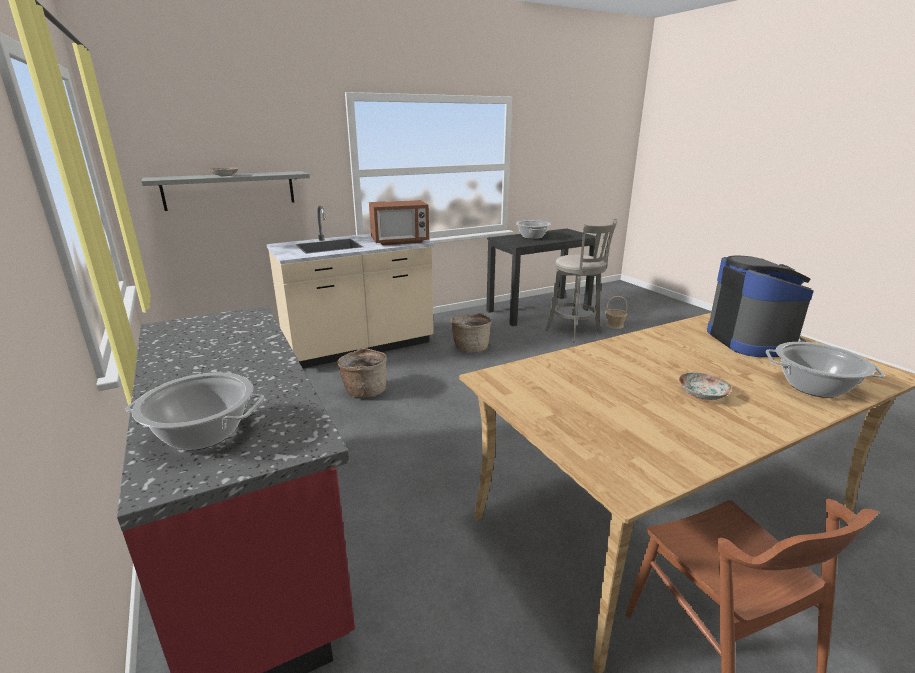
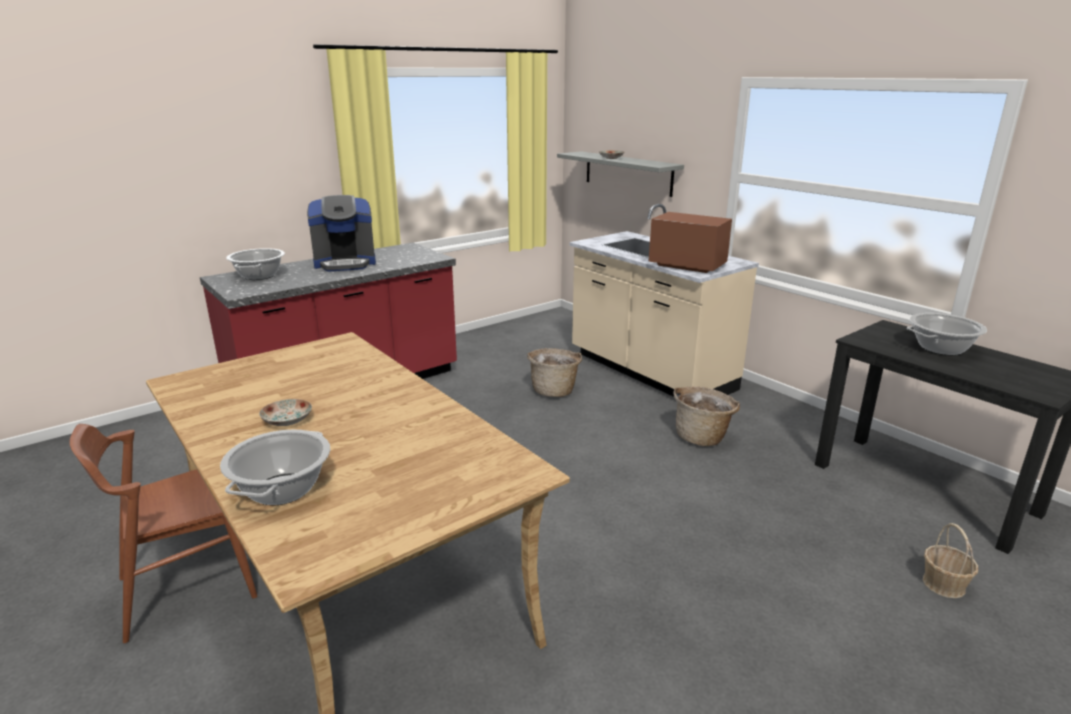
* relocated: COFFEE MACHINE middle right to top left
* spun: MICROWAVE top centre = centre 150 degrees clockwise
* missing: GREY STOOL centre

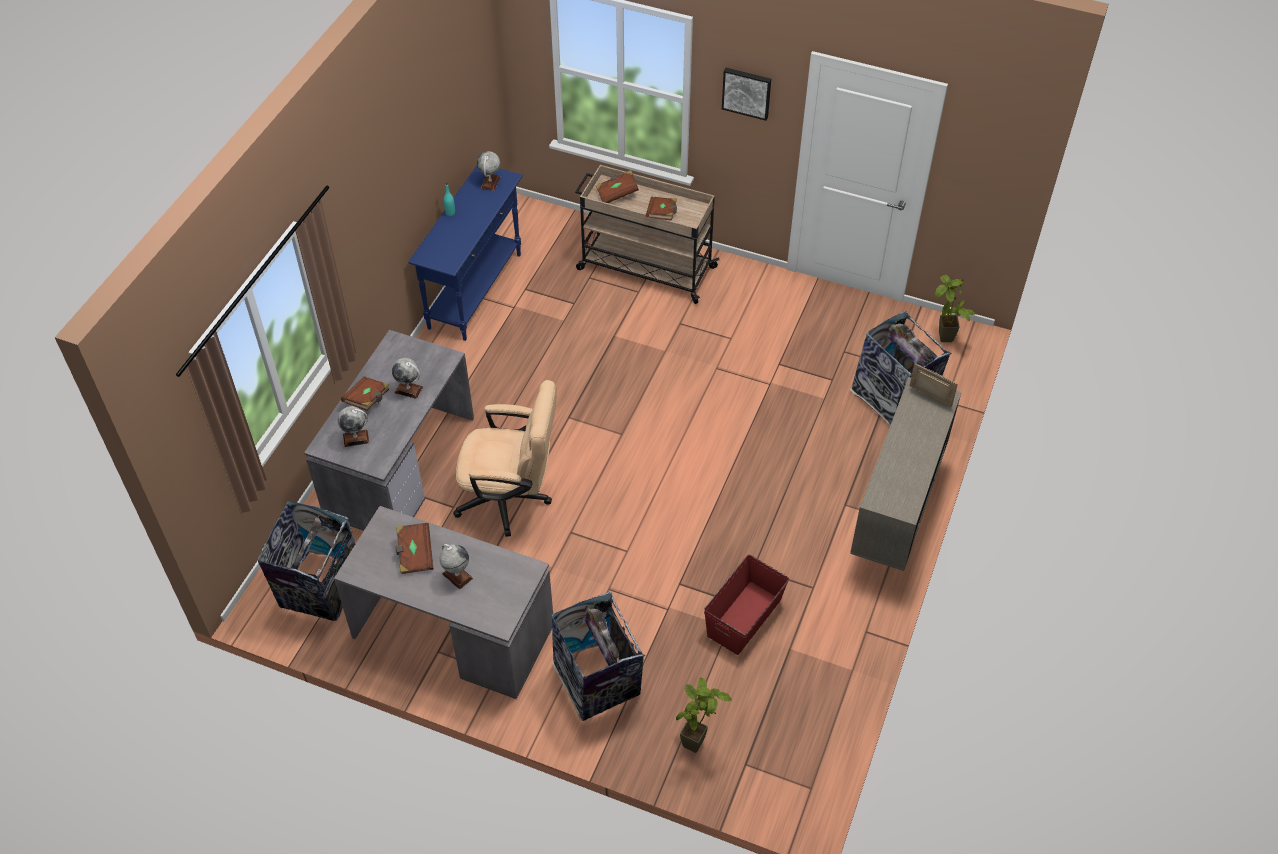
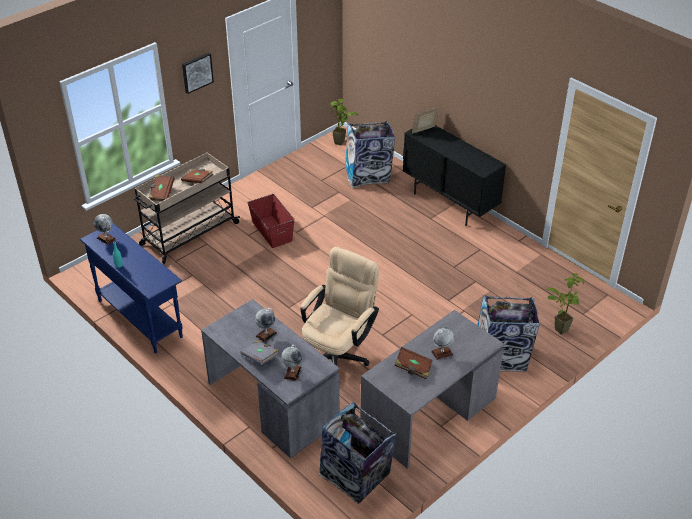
* colour: BROWN BOOK (no. 1 from left) middle left to GREY BOOK bottom centre
* relocated: RED STORAGE BOX bottom centre to centre
* colour: BEIGE CABINET middle right to BLACK CABINET centre

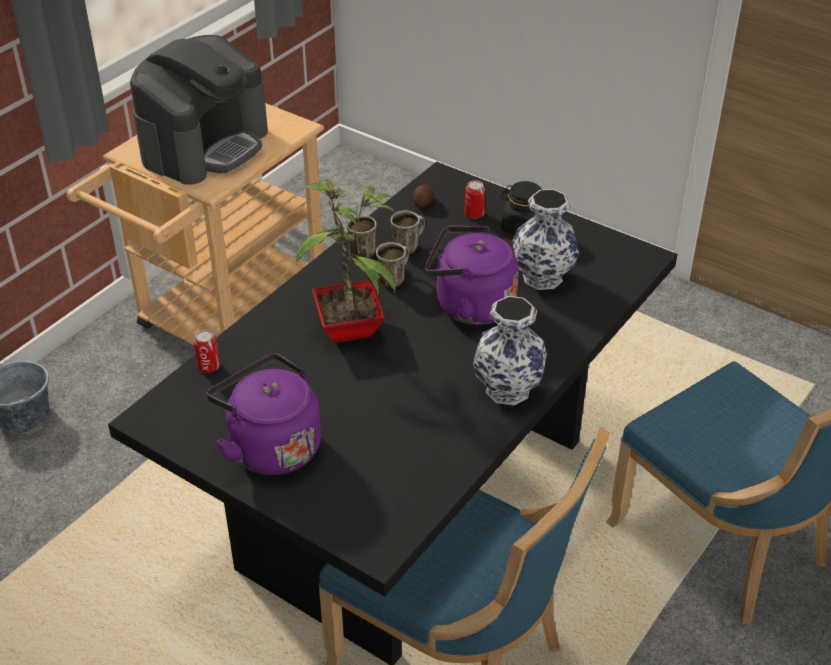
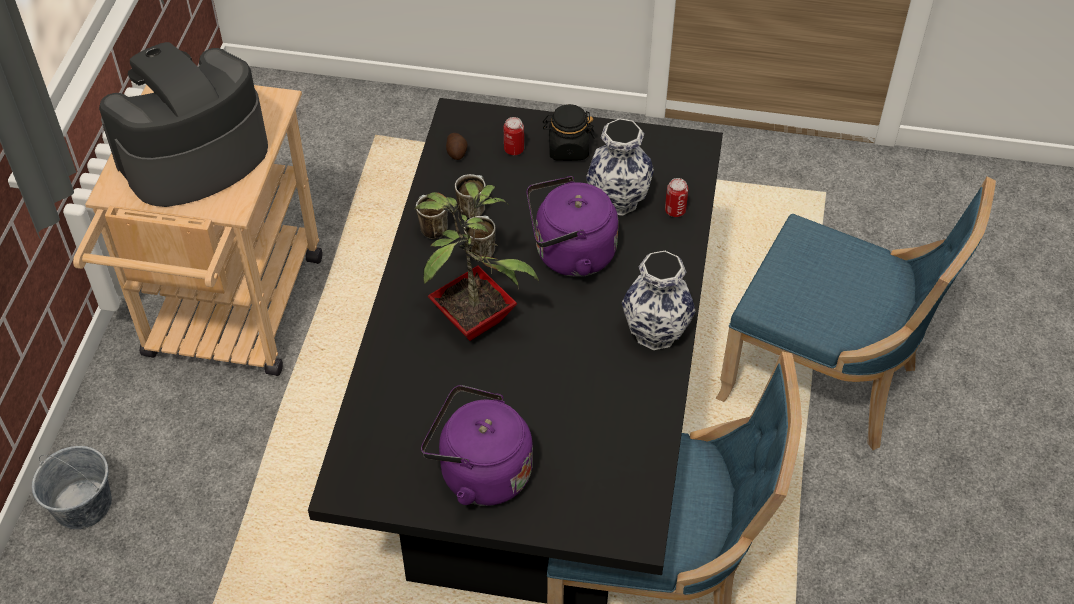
* spun: COFFEE MACHINE top left = top left 135 degrees counterclockwise
* relocated: CAN (no. 1 from left in the first image) middle left to CAN (no. 2 from left) top centre

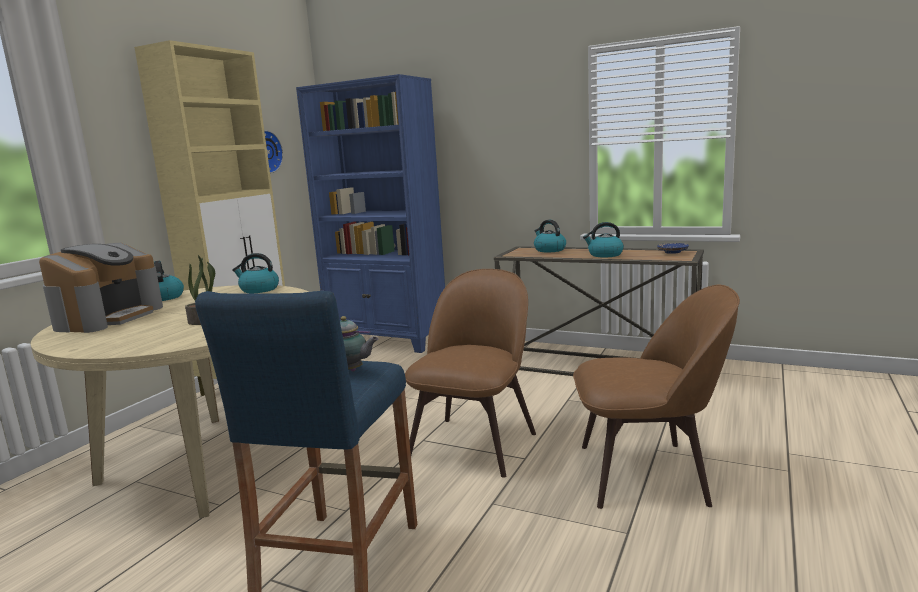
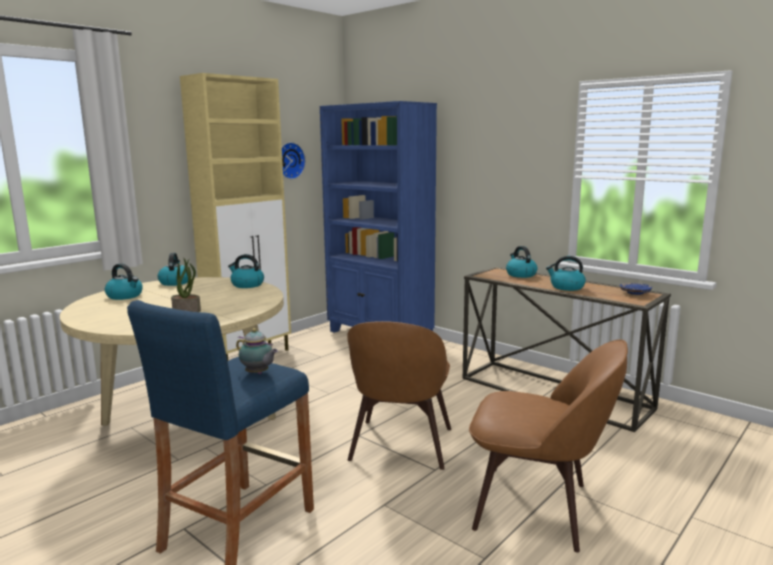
* exchanged: COFFEE MACHINE middle left to KETTLE (no. 1 from left) middle left
* spun: BROWN CHAIR (no. 1 from left) centre = bottom centre 150 degrees clockwise

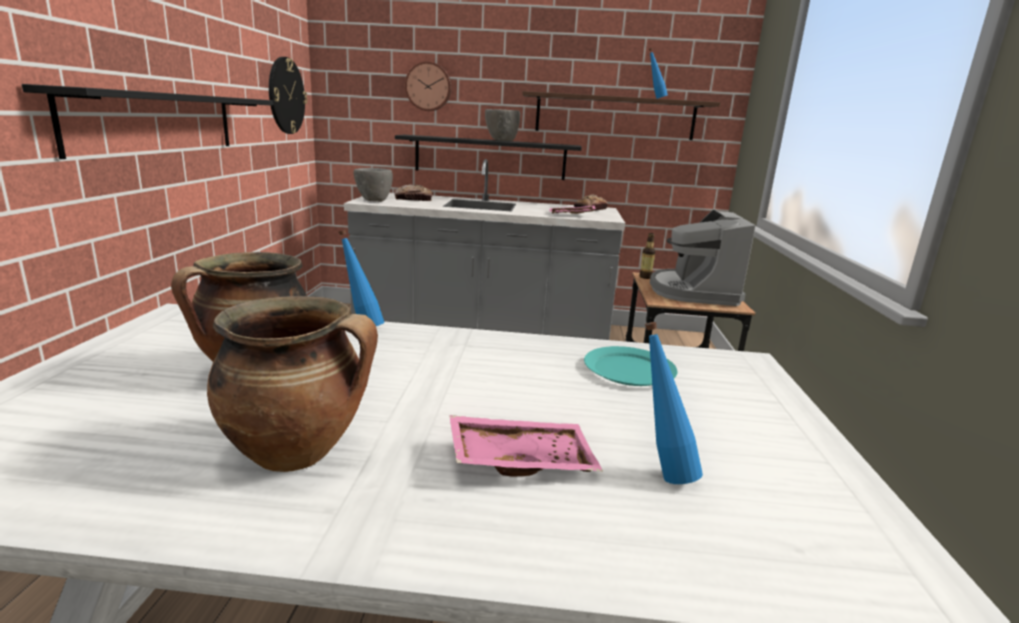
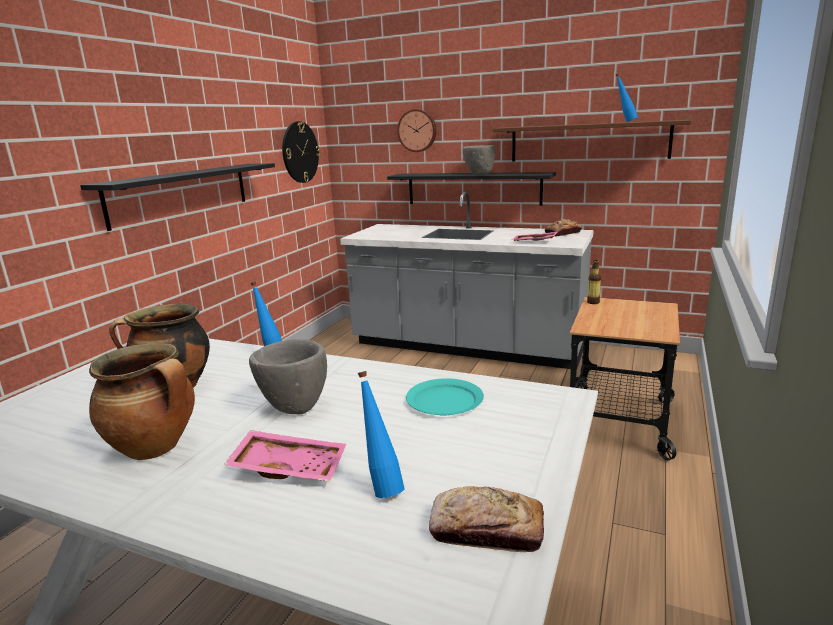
* relocated: GREY BOWL (no. 1 from left) top centre to centre
* relocated: BREAD (no. 1 from left) top centre to bottom centre
* missing: COFFEE MACHINE middle right

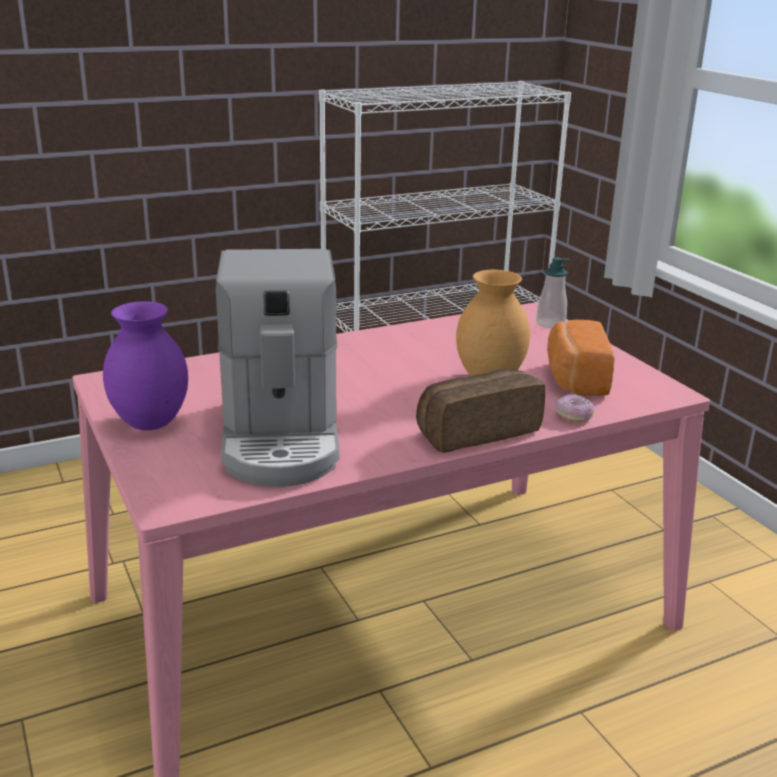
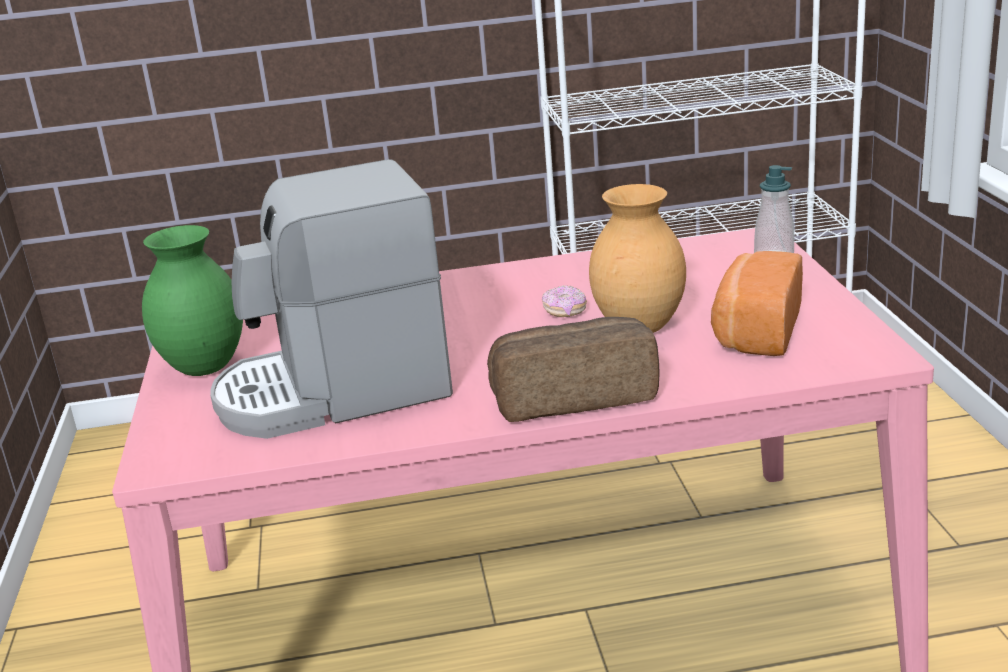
* colour: PURPLE VASE middle left to GREEN VASE middle left
* spun: COFFEE MACHINE centre = middle left 60 degrees clockwise
* relocated: DONUT middle right to centre

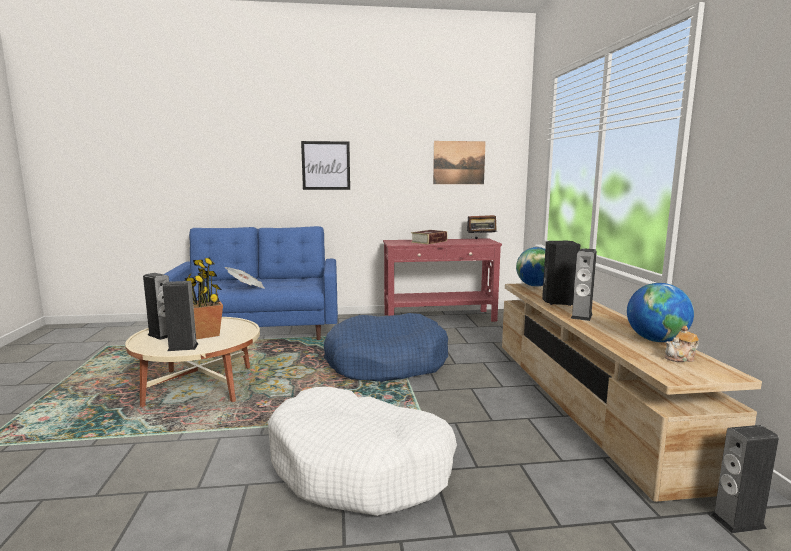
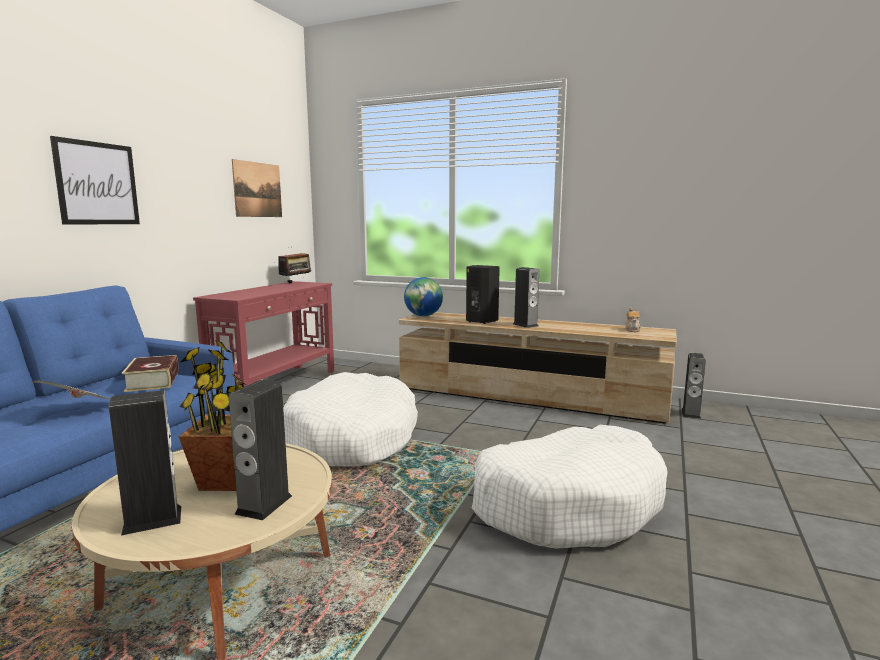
* relocated: BOOK centre to middle left
* colour: BLUE DOG BED centre to WHITE DOG BED (no. 1 from left) centre
* missing: GLOBE (no. 2 from left) middle right

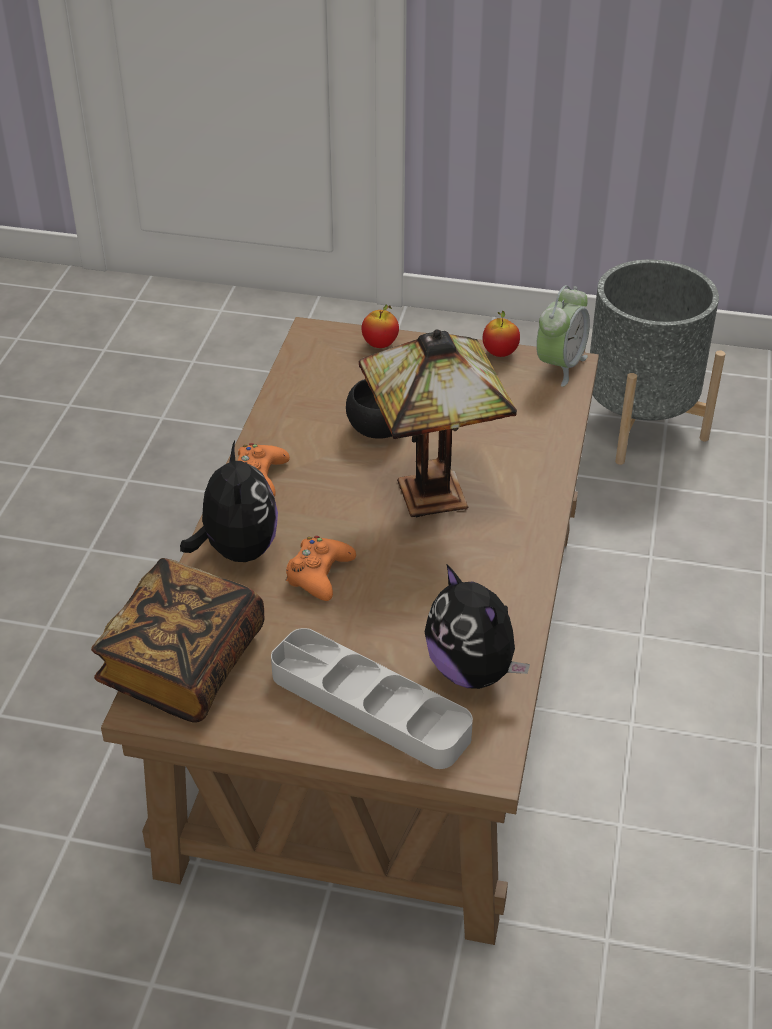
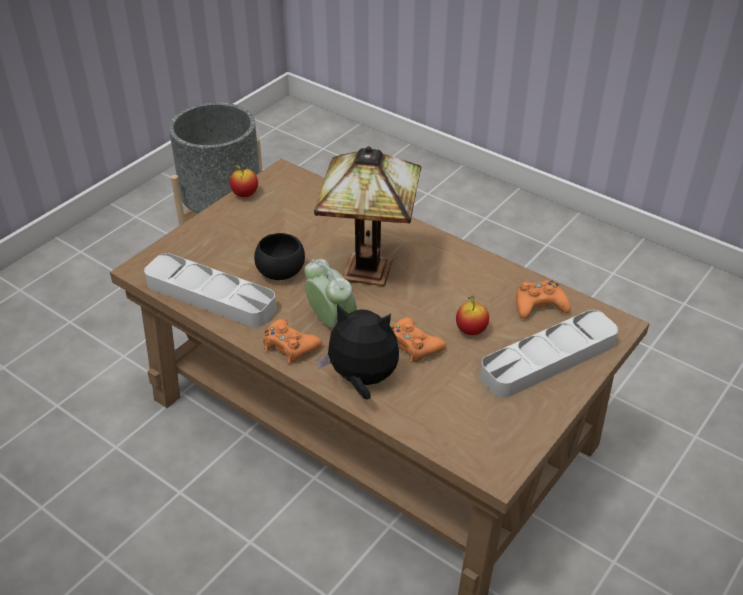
* appeared: GREY TRAY (no. 1 from left) middle left
* relocated: ALARM CLOCK top right to centre
* relocated: APPLE (no. 1 from left in the first image) top centre to APPLE (no. 2 from left) centre
* exchanged: PLUSH TOY (no. 2 from left) centre to ORANGE GAME CONTROLLER (no. 3 from left) middle right
* missing: BOOK middle left

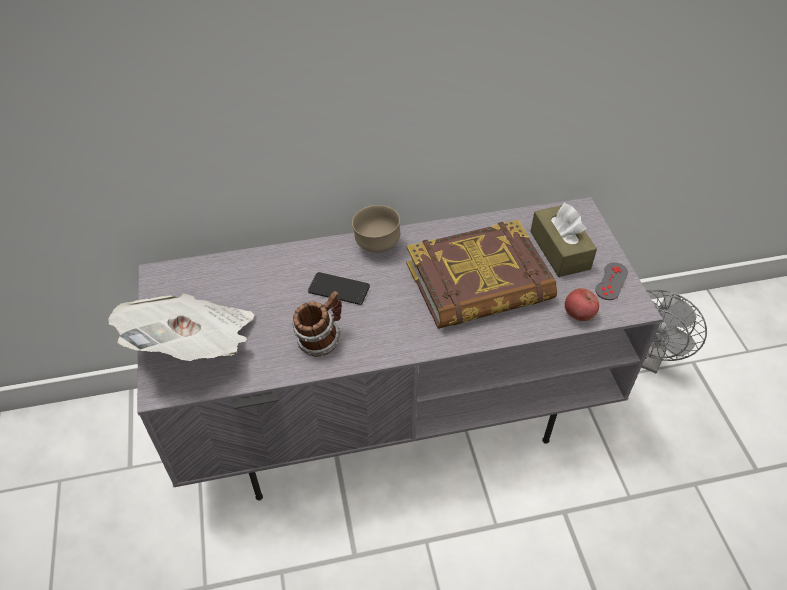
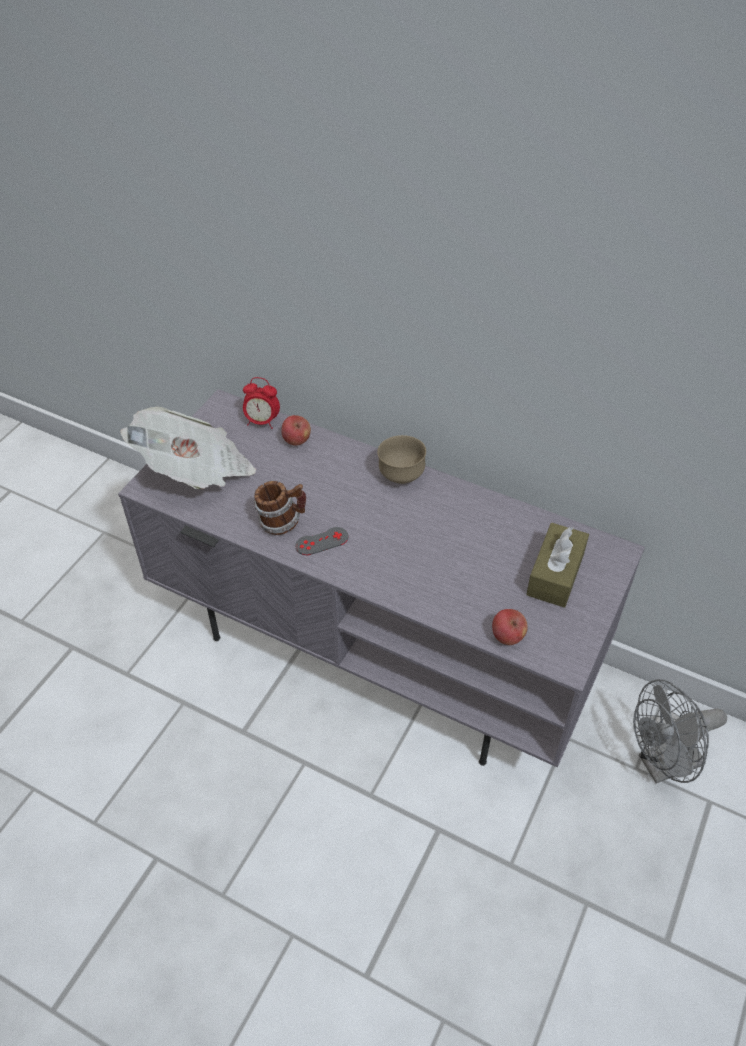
* appeared: ALARM CLOCK centre
* appeared: APPLE (no. 1 from left) centre
* relocated: GREY GAME CONTROLLER middle right to centre
* missing: PHONE centre
* missing: BOOK centre

